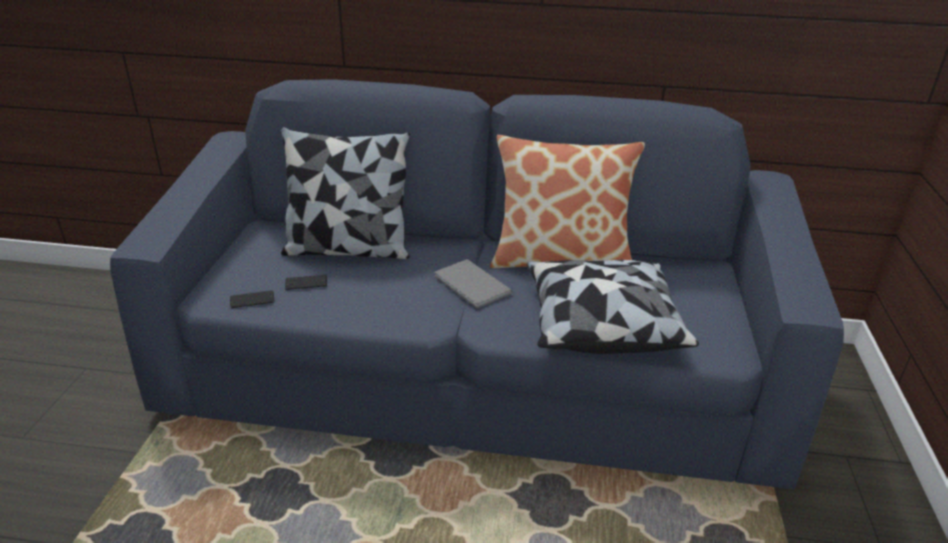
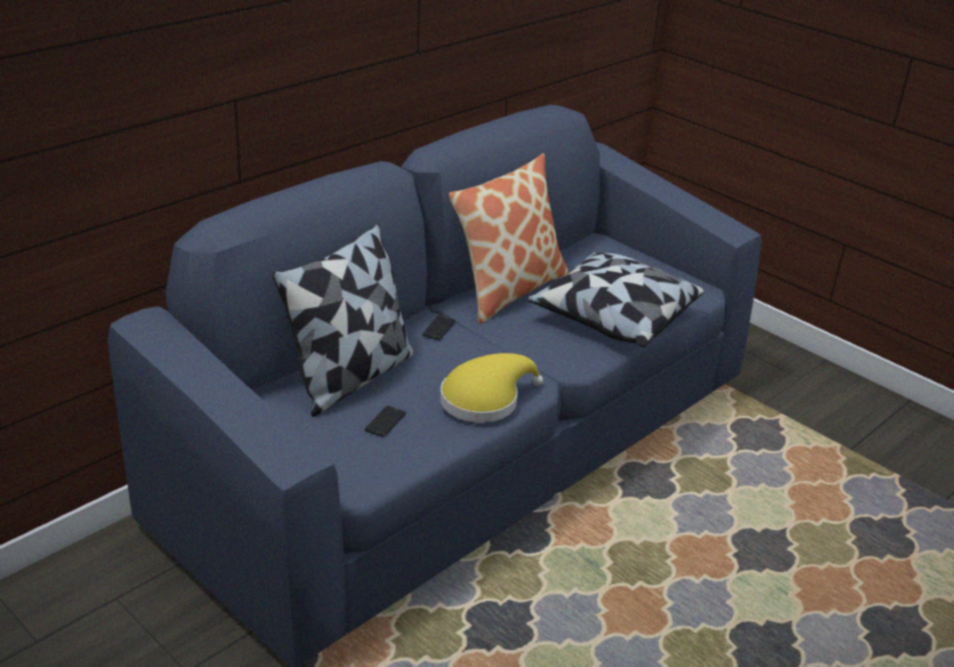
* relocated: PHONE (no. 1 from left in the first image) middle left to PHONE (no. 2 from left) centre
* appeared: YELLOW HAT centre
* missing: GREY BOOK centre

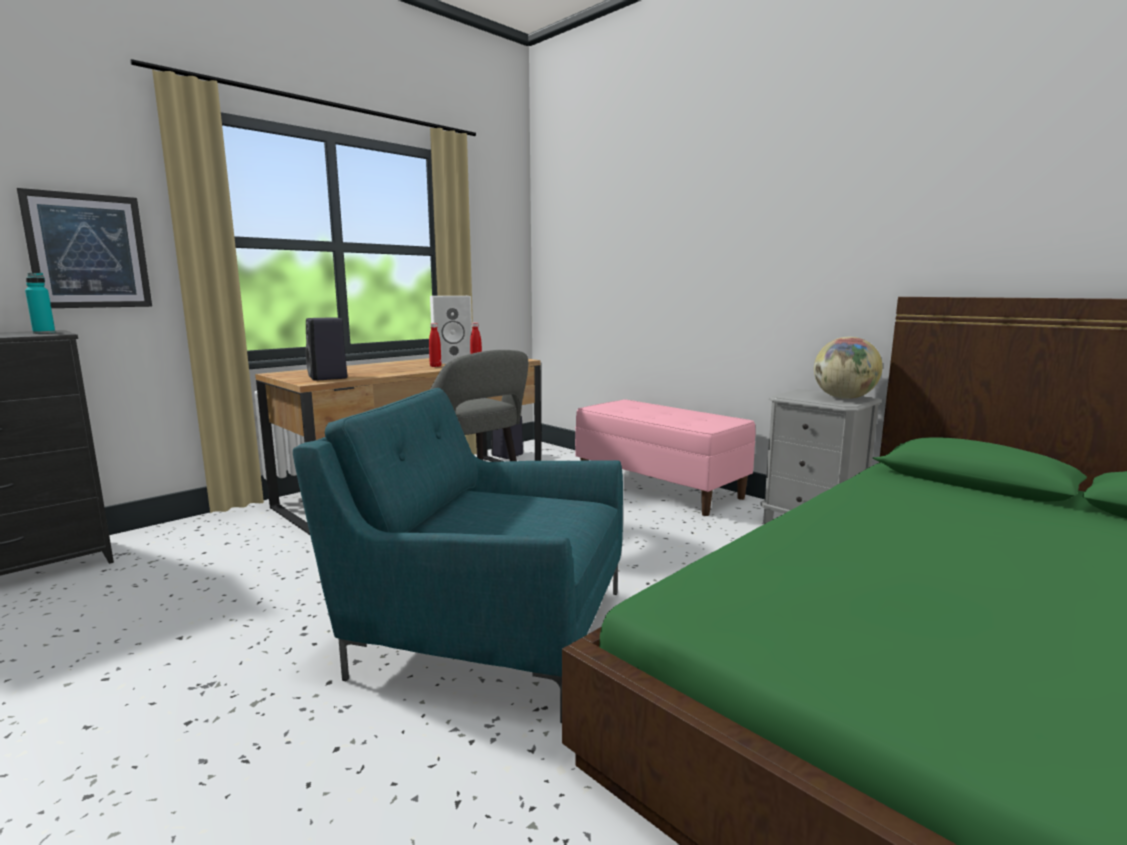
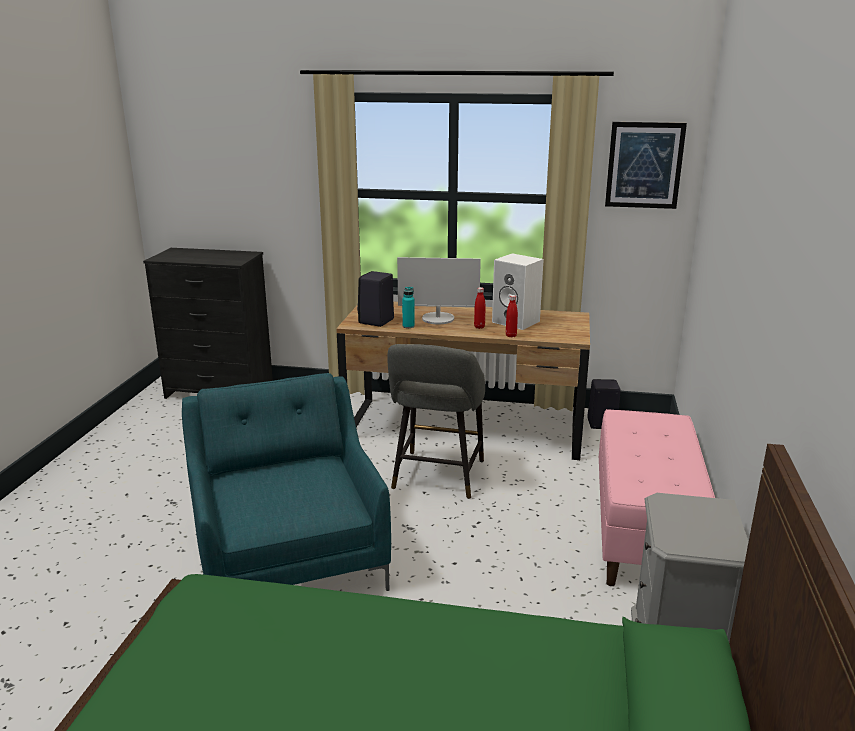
* appeared: MONITOR centre
* relocated: TURQUOISE BOTTLE middle left to centre
* relocated: PICTURE top left to top right
* missing: GLOBE middle right

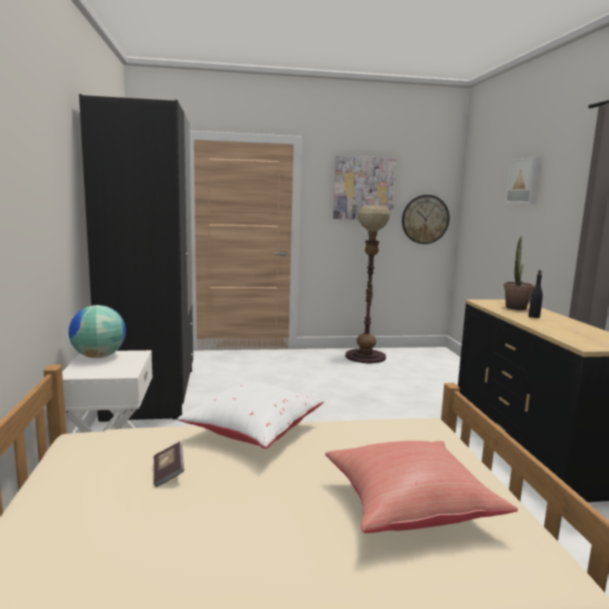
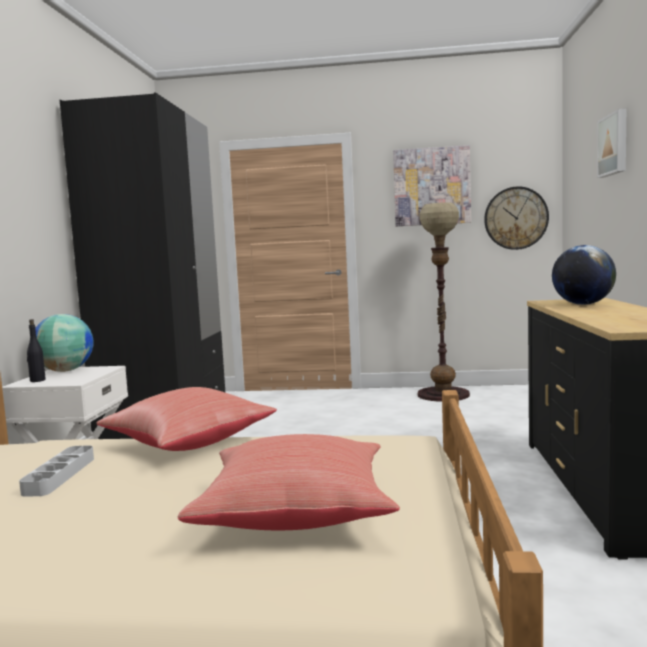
* exchanged: BOOK bottom left to GREY TRAY bottom left
* relocated: BLACK BOTTLE middle right to middle left
* colour: WHITE PILLOW bottom centre to RED PILLOW (no. 1 from left) middle left
* exchanged: POTTED PLANT middle right to GLOBE (no. 2 from left) middle right

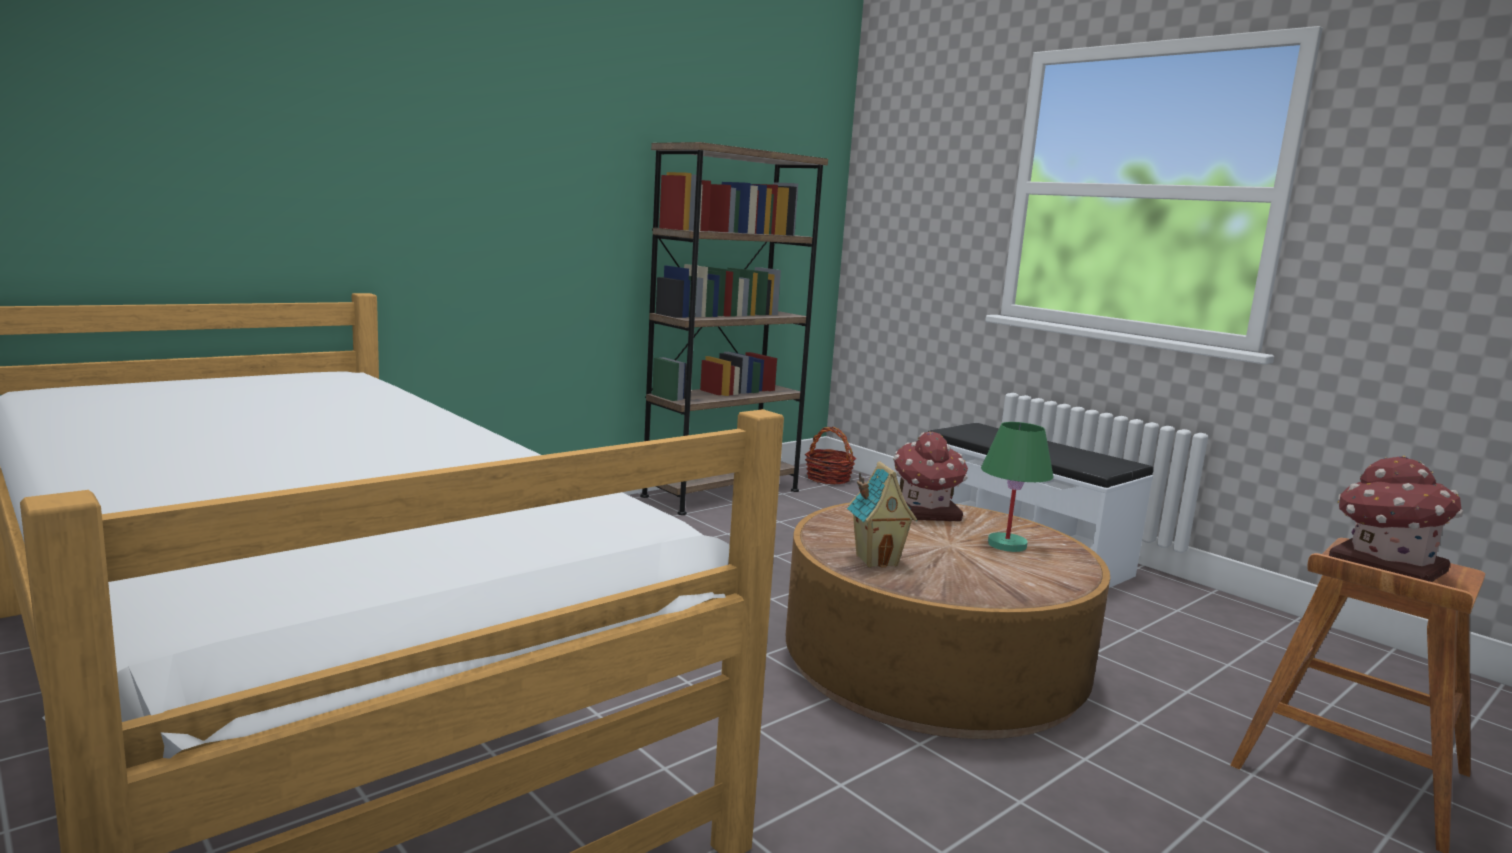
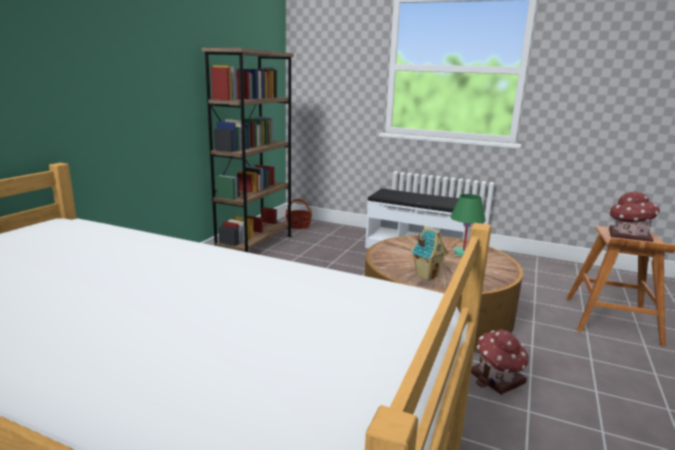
* relocated: TOY HOUSE (no. 2 from left) centre to bottom right

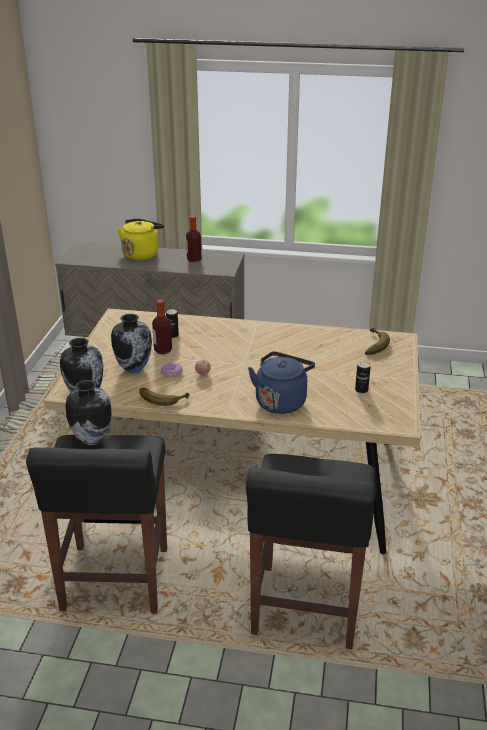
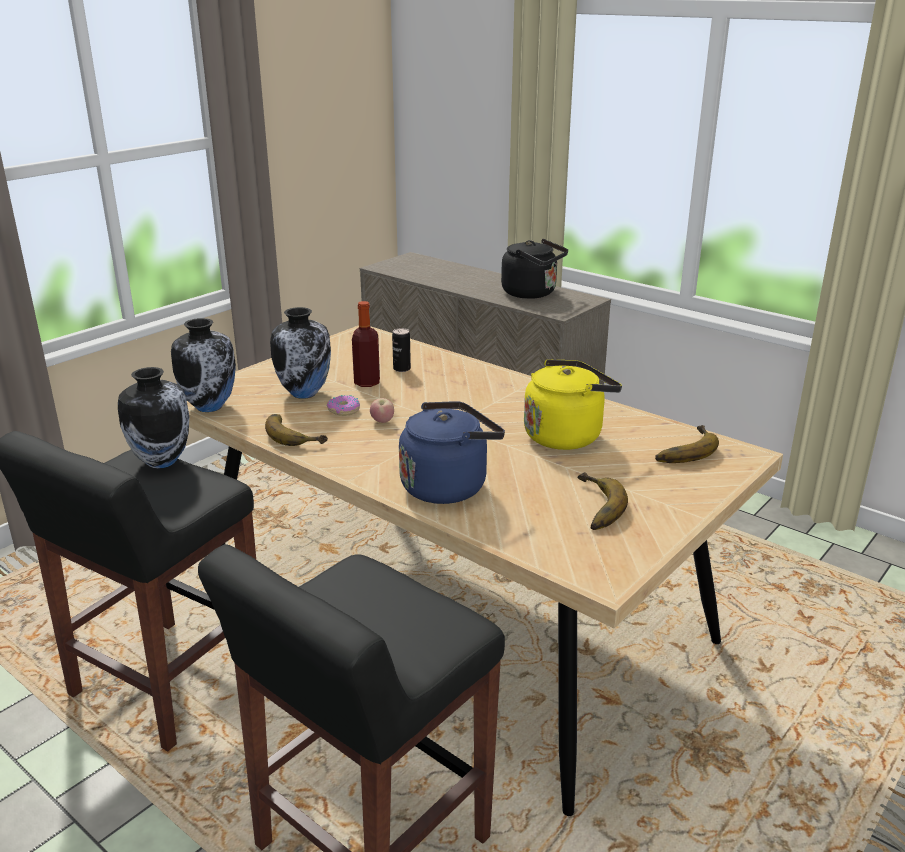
* exchanged: BOTTLE (no. 2 from left) top centre to BLACK KETTLE top centre
* relocated: YELLOW KETTLE top left to centre
* exchanged: CAN (no. 2 from left) middle right to BANANA (no. 2 from left) centre

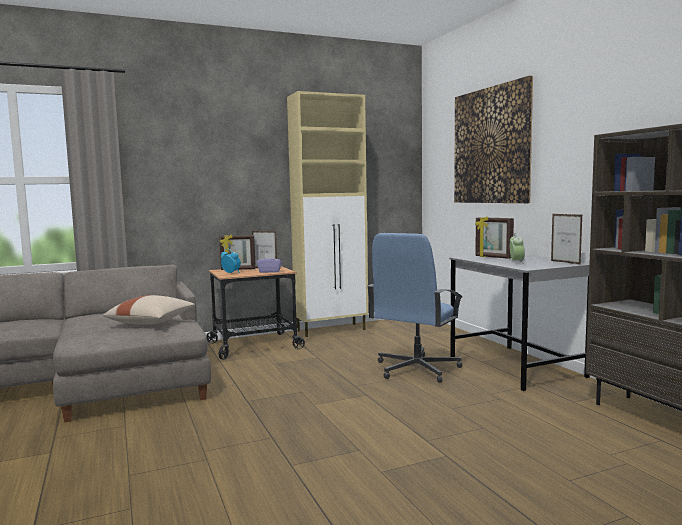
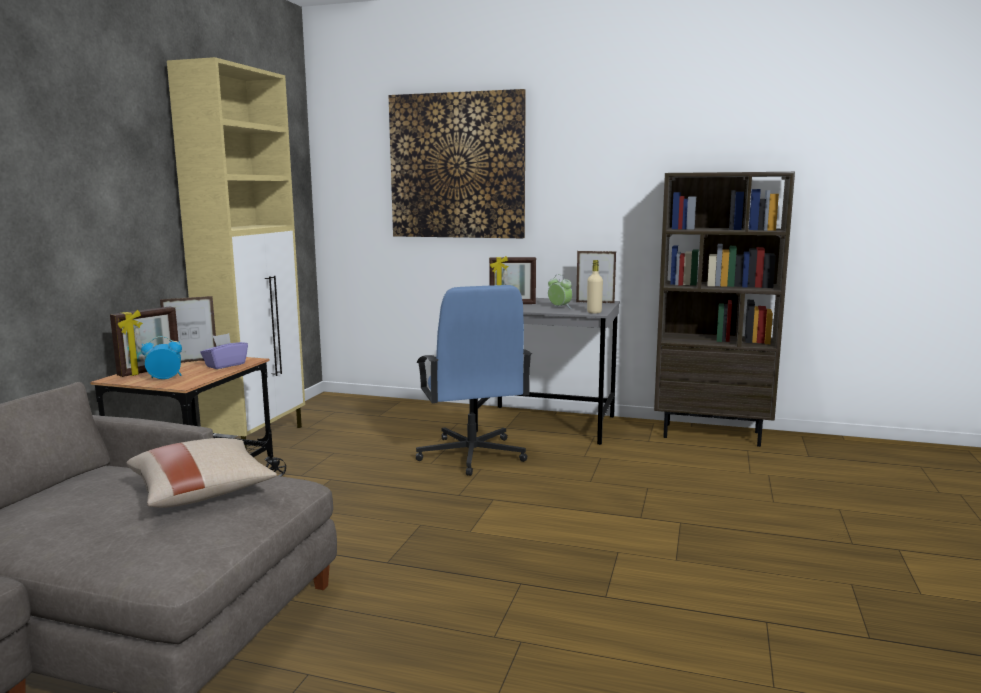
* appeared: BEIGE BOTTLE centre

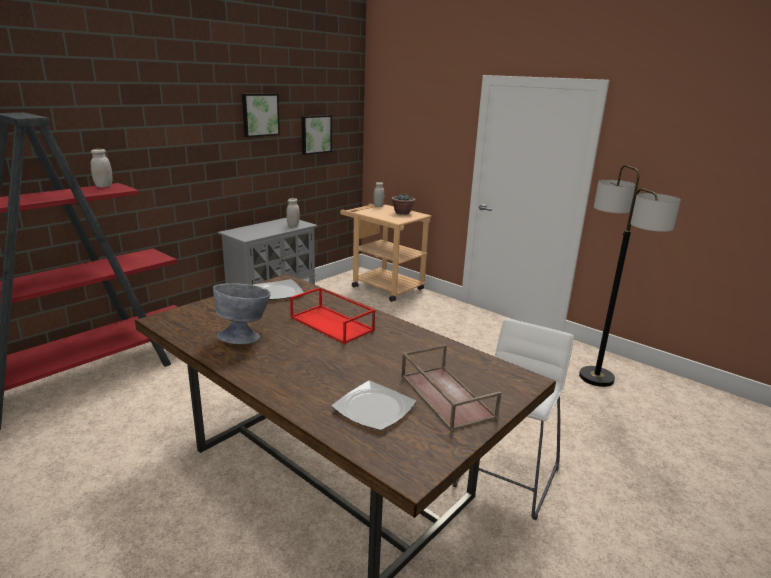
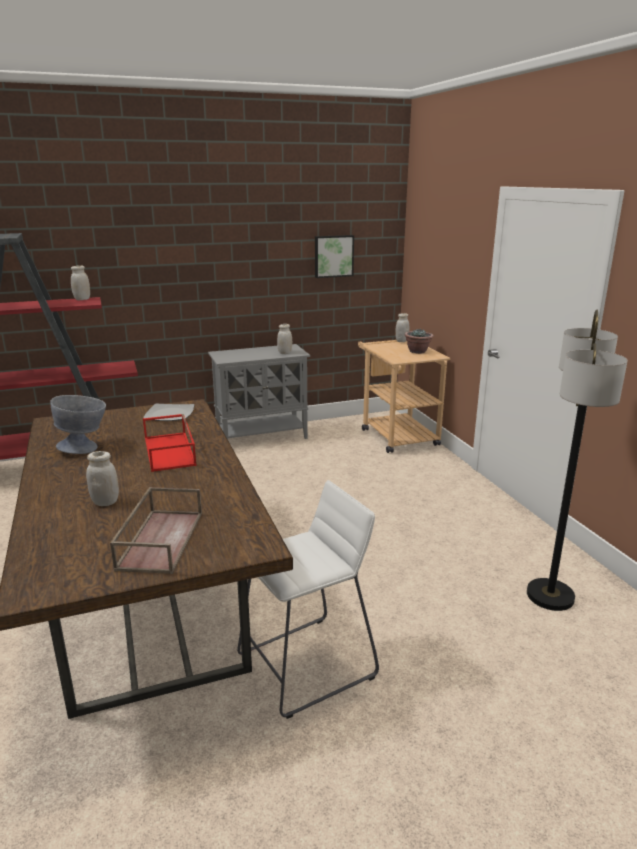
* appeared: WHITE JAR (no. 2 from left) middle left
* missing: PICTURE (no. 1 from left) top centre
* missing: PLATE (no. 2 from left) bottom centre

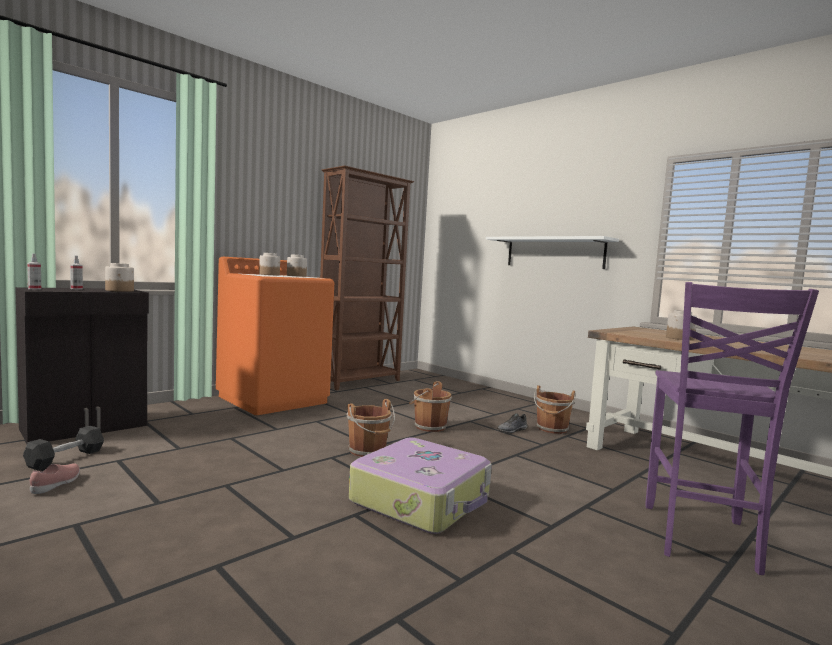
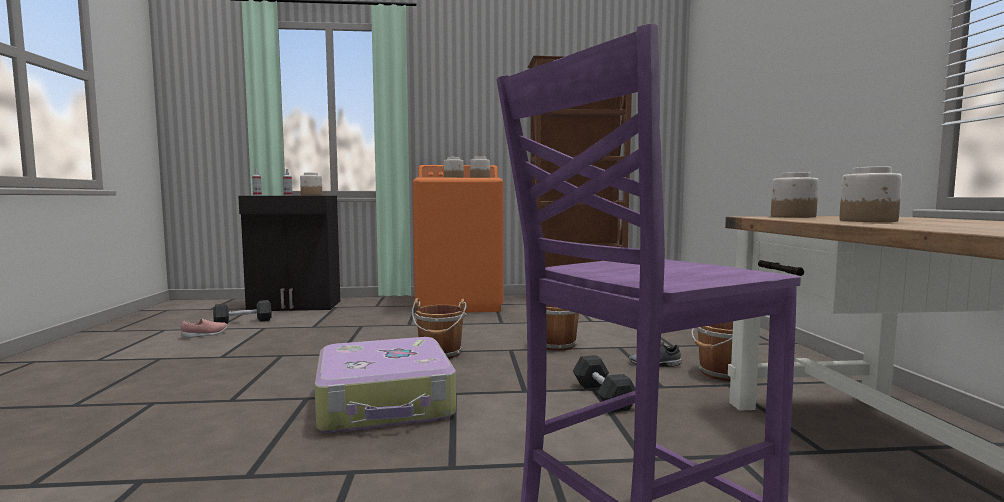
* appeared: BLACK DUMBBELL (no. 2 from left) bottom centre
* appeared: JAR (no. 4 from left) middle right
* missing: WHITE SHELF centre

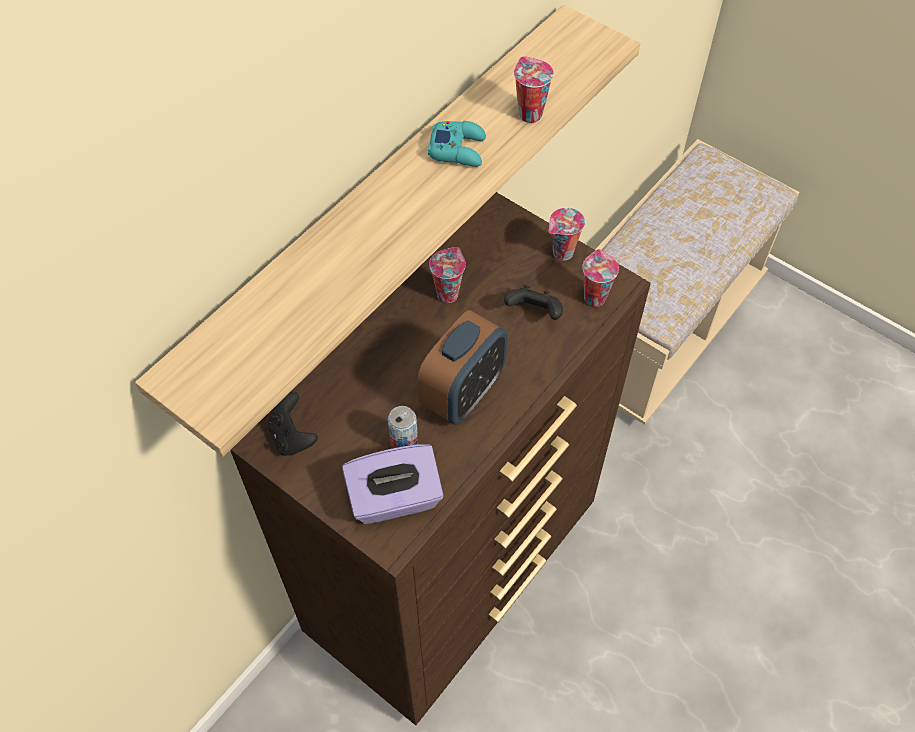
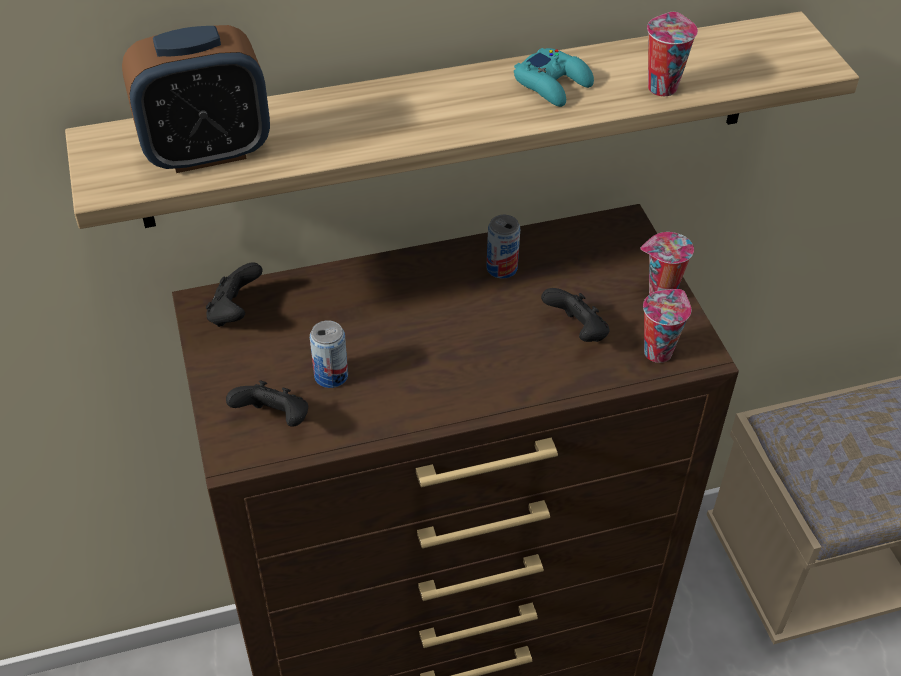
* relocated: ALARM CLOCK centre to top left
* exchanged: PURPLE TISSUE BOX centre to BLACK GAME CONTROLLER (no. 2 from left) middle left
* exchanged: CUP (no. 1 from left) centre to CAN (no. 2 from left) centre

